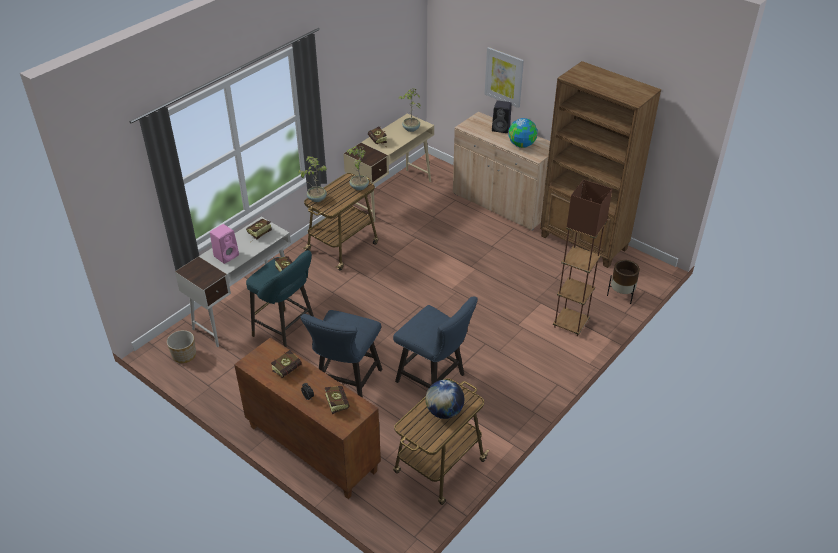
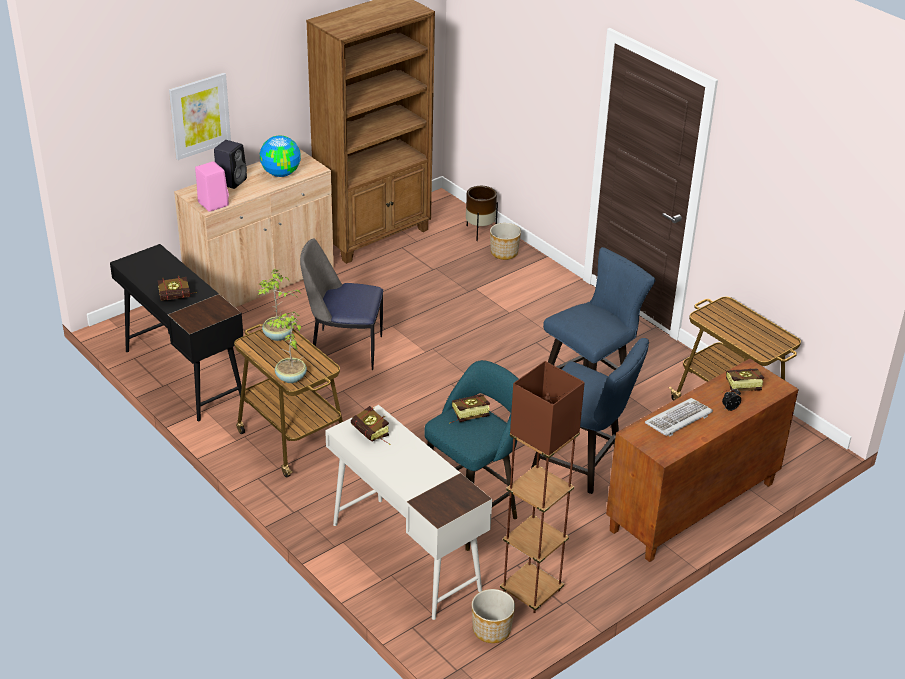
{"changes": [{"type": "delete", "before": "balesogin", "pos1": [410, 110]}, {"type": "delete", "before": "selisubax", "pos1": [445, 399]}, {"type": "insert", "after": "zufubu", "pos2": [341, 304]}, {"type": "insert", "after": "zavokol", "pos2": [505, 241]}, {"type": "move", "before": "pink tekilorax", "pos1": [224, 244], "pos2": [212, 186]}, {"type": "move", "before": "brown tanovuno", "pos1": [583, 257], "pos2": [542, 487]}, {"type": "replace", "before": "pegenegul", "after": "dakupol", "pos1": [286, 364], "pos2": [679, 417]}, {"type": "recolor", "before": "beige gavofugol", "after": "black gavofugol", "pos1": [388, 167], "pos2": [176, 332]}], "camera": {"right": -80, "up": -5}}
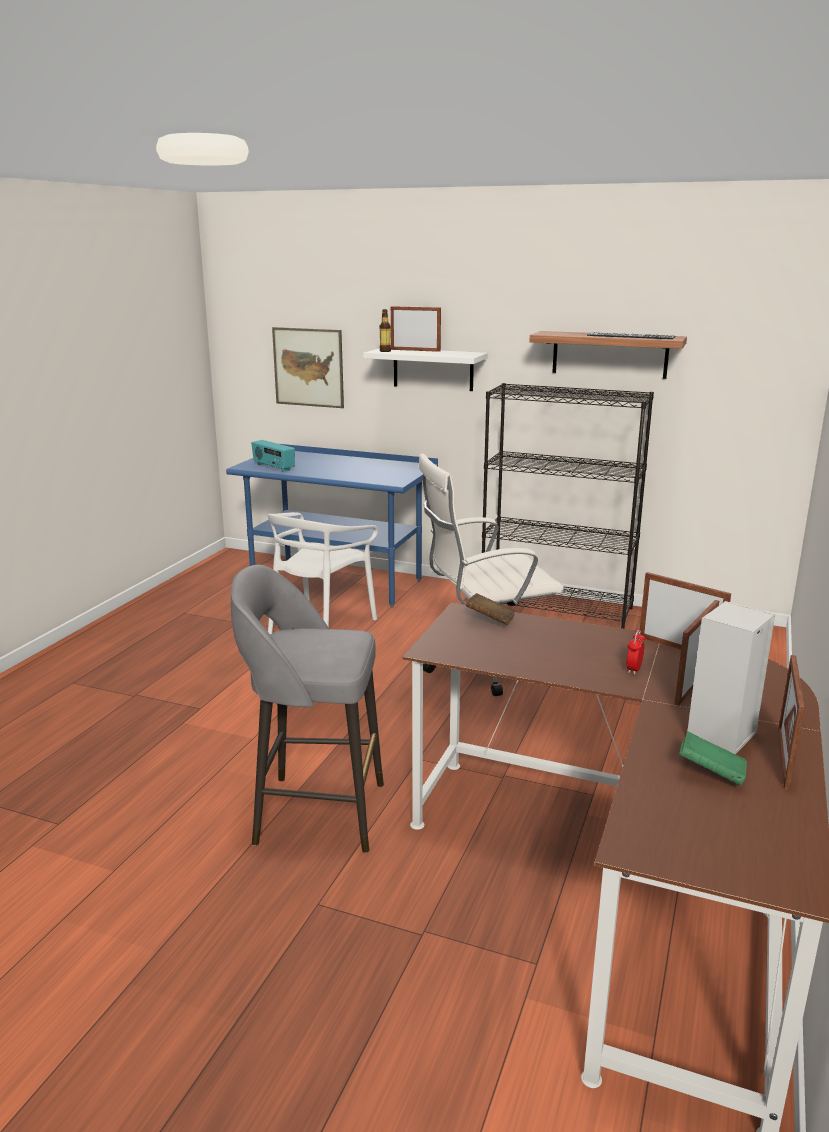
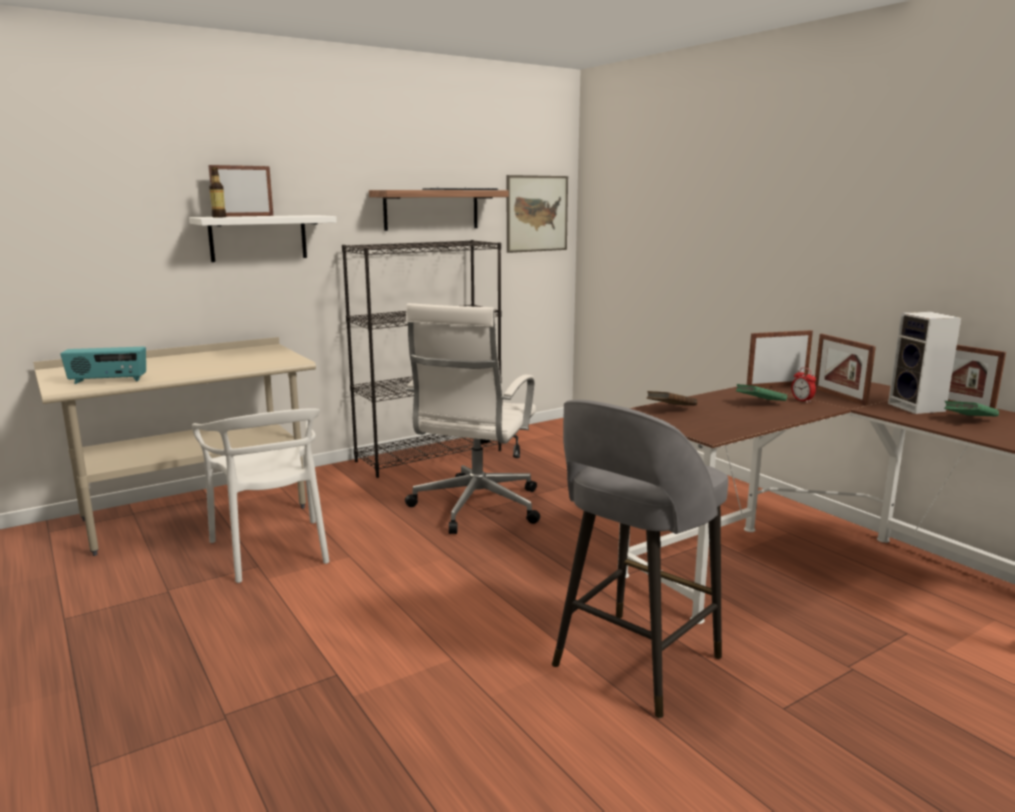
{"changes": [{"type": "insert", "after": "green pegenegul", "pos2": [761, 392]}, {"type": "move", "before": "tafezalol", "pos1": [308, 367], "pos2": [537, 214]}, {"type": "recolor", "before": "blue gavofugol", "after": "beige gavofugol", "pos1": [332, 526], "pos2": [174, 446]}], "camera": {"right": -55, "up": -5}}
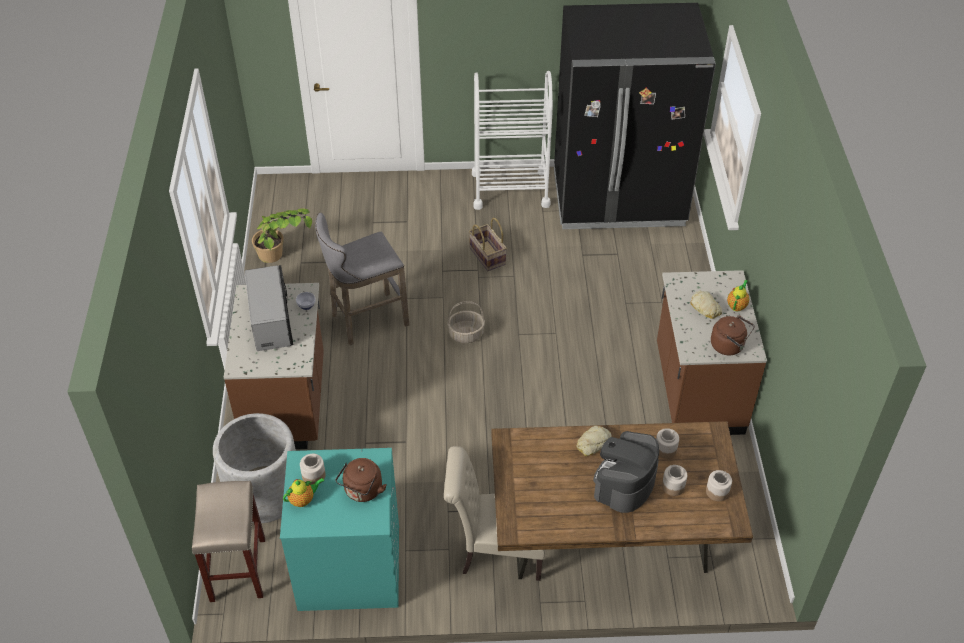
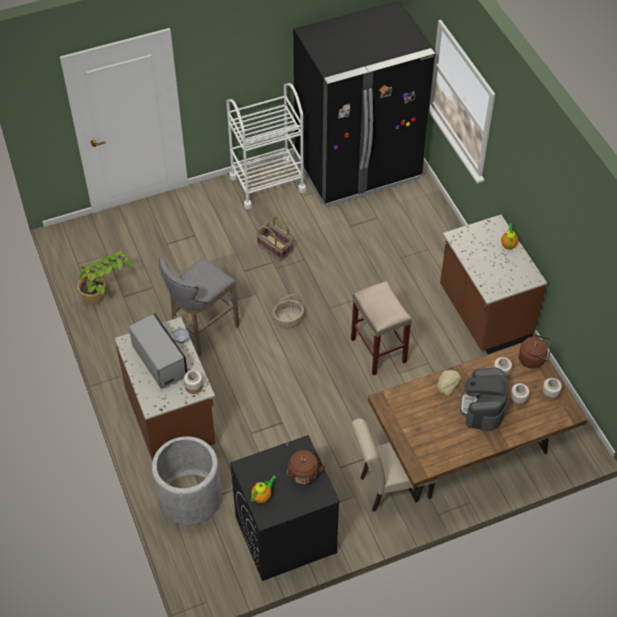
{"changes": [{"type": "delete", "before": "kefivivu", "pos1": [706, 305]}, {"type": "move", "before": "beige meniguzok", "pos1": [228, 541], "pos2": [381, 328]}, {"type": "move", "before": "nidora", "pos1": [313, 469], "pos2": [193, 382]}, {"type": "move", "before": "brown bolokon", "pos1": [733, 335], "pos2": [535, 351]}, {"type": "recolor", "before": "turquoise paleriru", "after": "black paleriru", "pos1": [339, 529], "pos2": [285, 508]}], "camera": {"right": -20, "up": 5}}
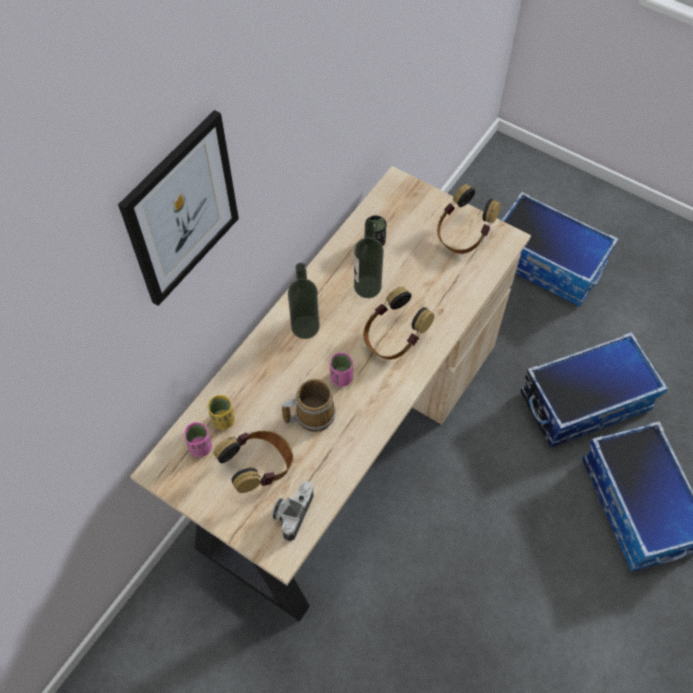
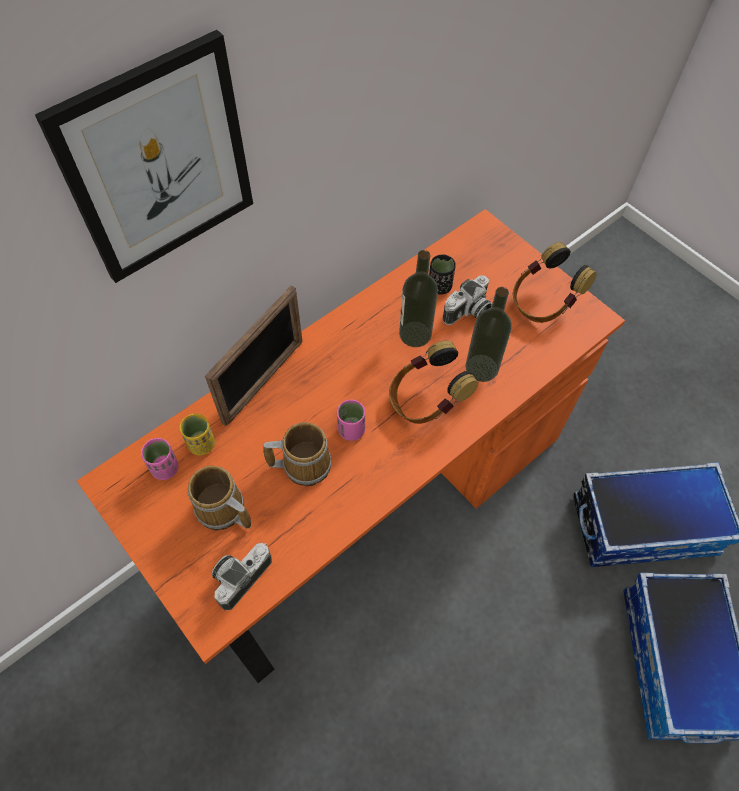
{"changes": [{"type": "delete", "before": "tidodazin", "pos1": [560, 249]}, {"type": "insert", "after": "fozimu", "pos2": [254, 355]}, {"type": "insert", "after": "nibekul", "pos2": [467, 300]}, {"type": "move", "before": "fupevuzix", "pos1": [304, 301], "pos2": [488, 334]}, {"type": "replace", "before": "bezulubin", "after": "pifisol", "pos1": [253, 462], "pos2": [220, 498]}, {"type": "recolor", "before": "beige gavofugol", "after": "orange gavofugol", "pos1": [330, 393], "pos2": [351, 446]}], "camera": {"right": 15, "up": 0}}
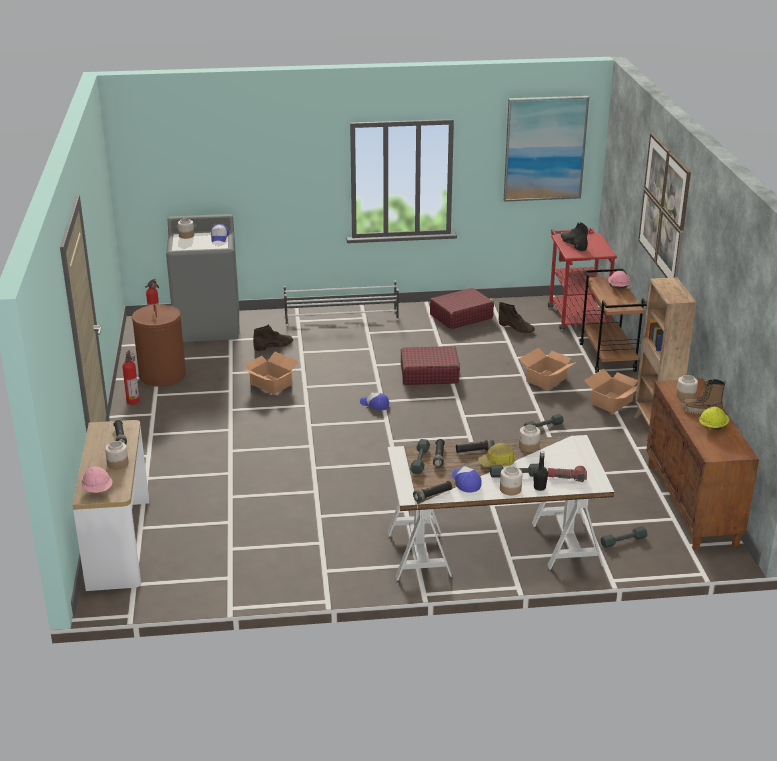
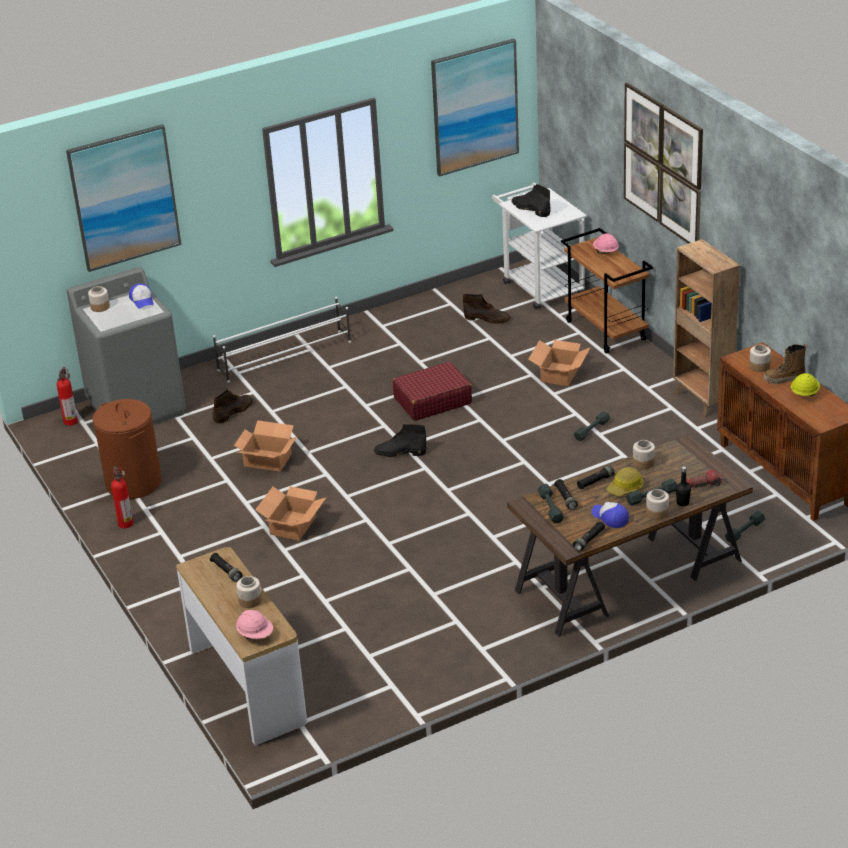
{"changes": [{"type": "delete", "before": "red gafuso", "pos1": [462, 308]}, {"type": "insert", "after": "tafezalol", "pos2": [124, 198]}, {"type": "move", "before": "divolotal", "pos1": [611, 391], "pos2": [291, 513]}, {"type": "replace", "before": "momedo", "after": "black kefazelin", "pos1": [374, 401], "pos2": [400, 440]}, {"type": "recolor", "before": "white gavofugol", "after": "brown gavofugol", "pos1": [501, 508], "pos2": [630, 535]}, {"type": "recolor", "before": "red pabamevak", "after": "white pabamevak", "pos1": [582, 279], "pos2": [539, 246]}], "camera": {"right": -20, "up": 5}}
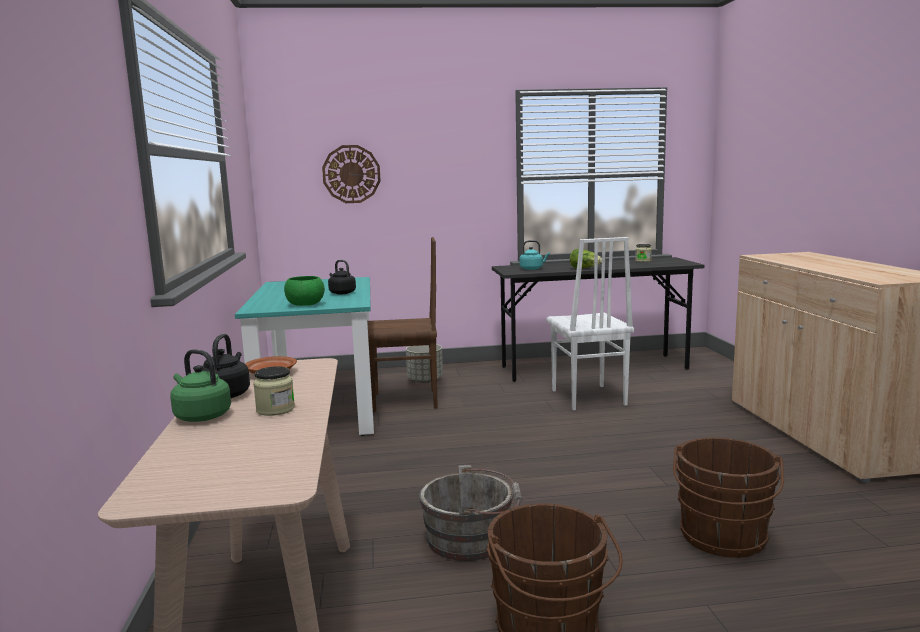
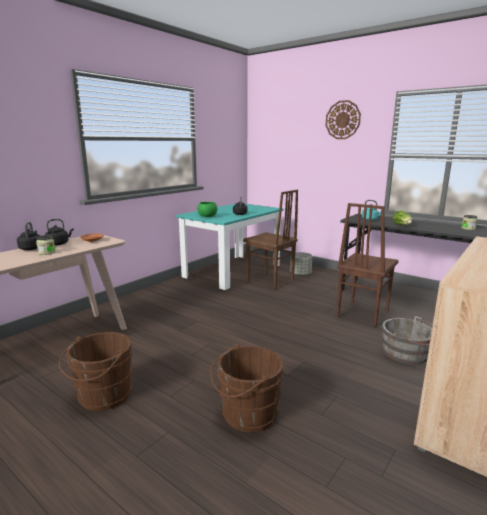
{"changes": [{"type": "move", "before": "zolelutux", "pos1": [351, 174], "pos2": [343, 119]}, {"type": "move", "before": "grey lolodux", "pos1": [470, 513], "pos2": [407, 340]}, {"type": "recolor", "before": "green bolokon", "after": "black bolokon", "pos1": [200, 385], "pos2": [28, 236]}, {"type": "recolor", "before": "white zufubu", "after": "brown zufubu", "pos1": [590, 324], "pos2": [367, 265]}], "camera": {"right": 45, "up": 5}}
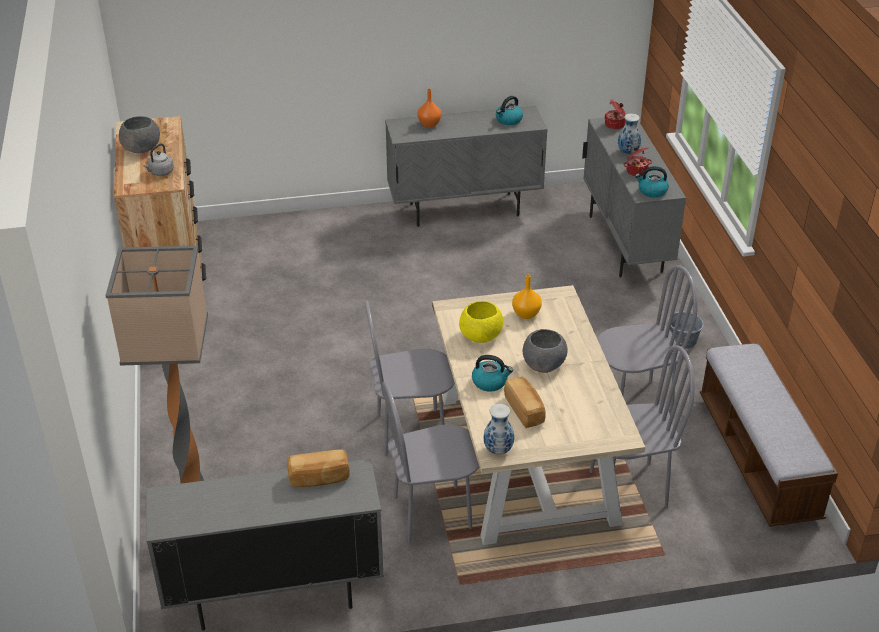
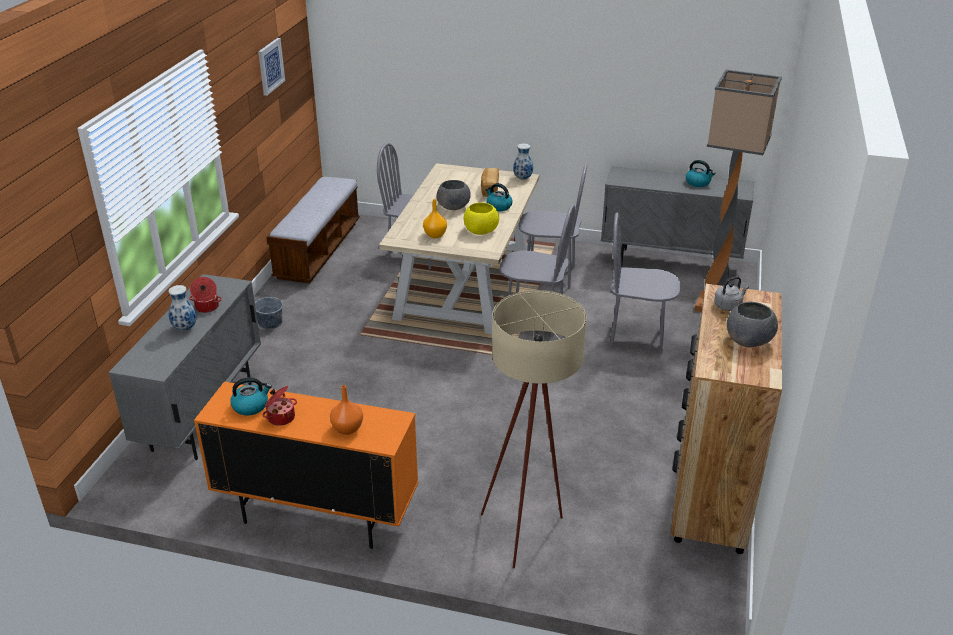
{"changes": [{"type": "delete", "before": "kefivivu", "pos1": [318, 468]}, {"type": "insert", "after": "tafezalol", "pos2": [271, 67]}, {"type": "insert", "after": "beige tanovuno", "pos2": [533, 429]}, {"type": "move", "before": "grey zufubu", "pos1": [647, 340], "pos2": [645, 283]}, {"type": "move", "before": "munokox", "pos1": [615, 114], "pos2": [280, 406]}, {"type": "move", "before": "bolokon", "pos1": [652, 182], "pos2": [700, 173]}, {"type": "recolor", "before": "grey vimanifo", "after": "orange vimanifo", "pos1": [466, 166], "pos2": [306, 465]}], "camera": {"right": -155, "up": -5}}
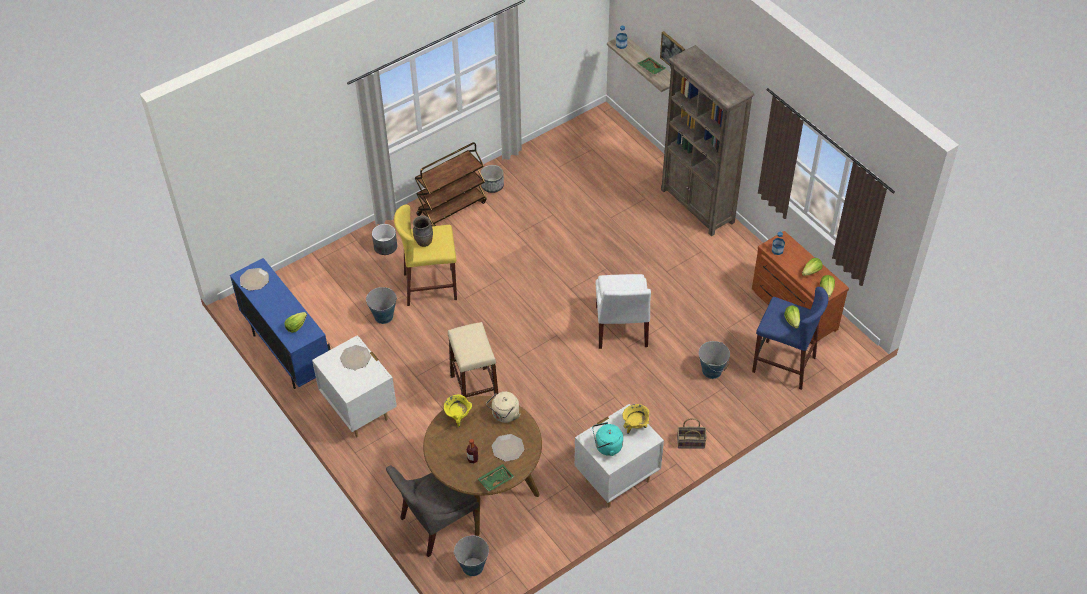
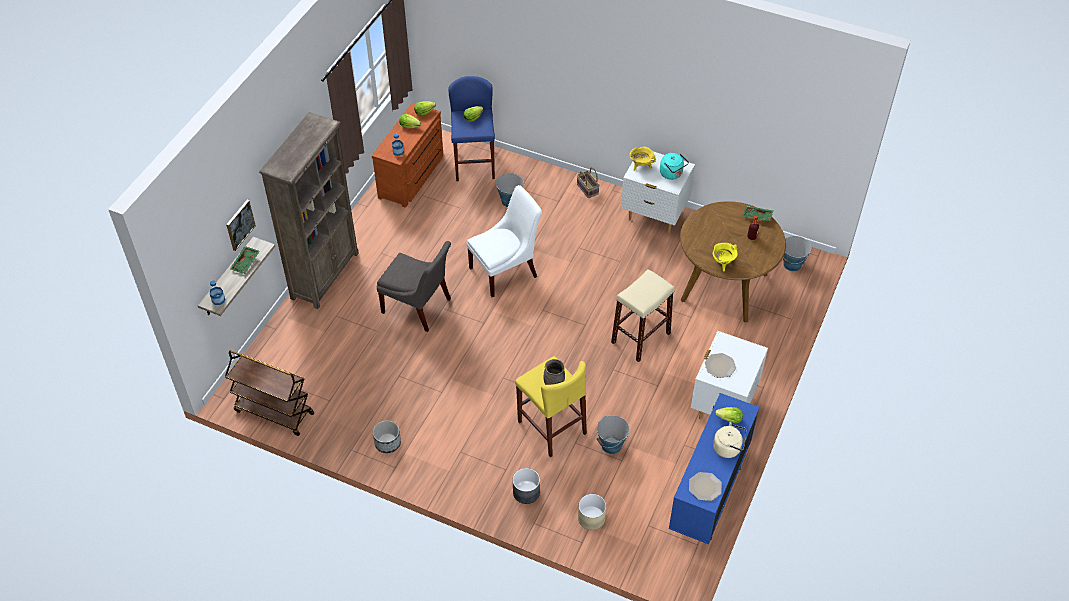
{"changes": [{"type": "delete", "before": "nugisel", "pos1": [508, 448]}, {"type": "insert", "after": "beige zavokol", "pos2": [592, 512]}, {"type": "move", "before": "grey zufubu", "pos1": [432, 511], "pos2": [414, 286]}, {"type": "move", "before": "brown pabamevak", "pos1": [451, 184], "pos2": [269, 393]}, {"type": "move", "before": "beige bolokon", "pos1": [503, 407], "pos2": [729, 440]}], "camera": {"right": -120, "up": 0}}
